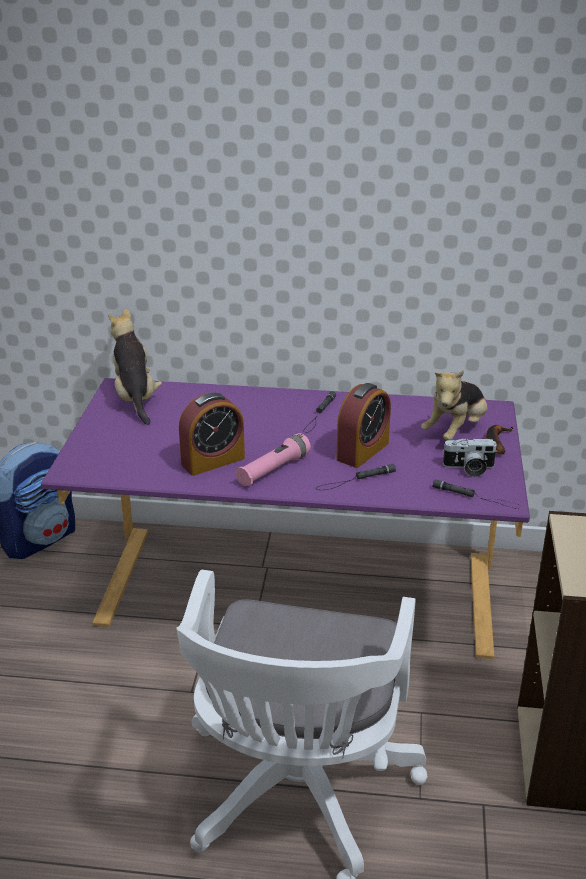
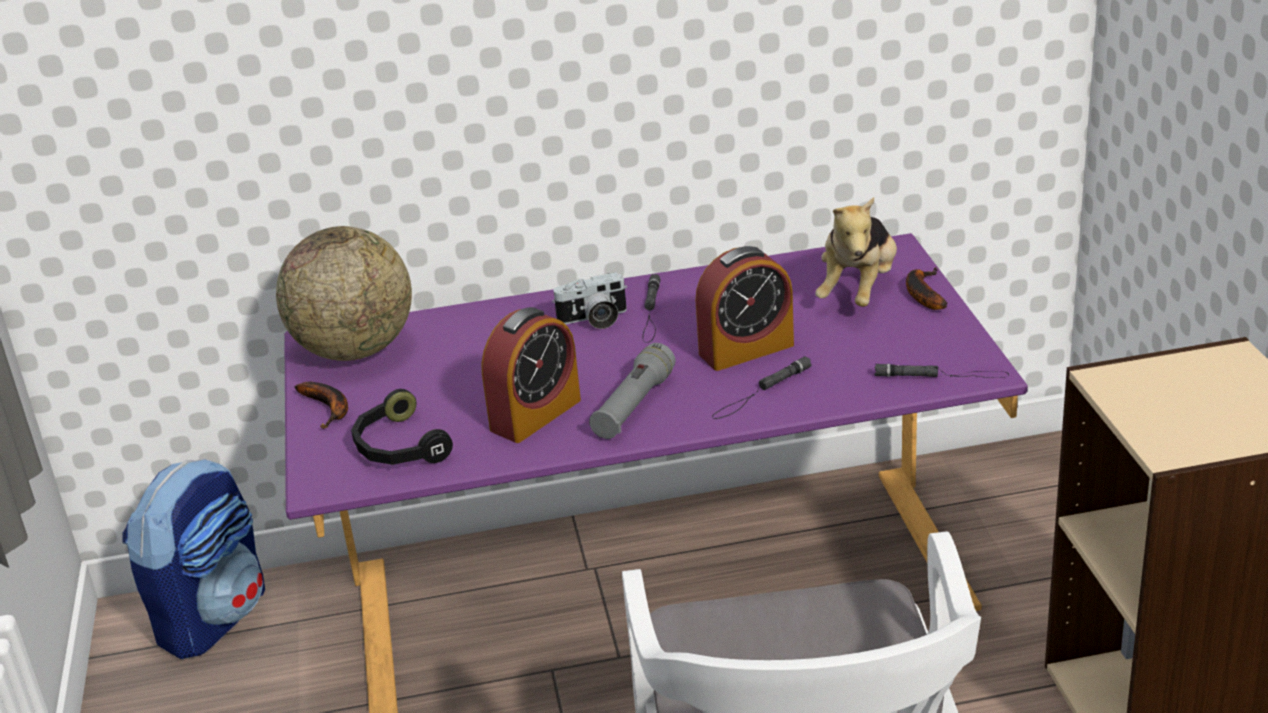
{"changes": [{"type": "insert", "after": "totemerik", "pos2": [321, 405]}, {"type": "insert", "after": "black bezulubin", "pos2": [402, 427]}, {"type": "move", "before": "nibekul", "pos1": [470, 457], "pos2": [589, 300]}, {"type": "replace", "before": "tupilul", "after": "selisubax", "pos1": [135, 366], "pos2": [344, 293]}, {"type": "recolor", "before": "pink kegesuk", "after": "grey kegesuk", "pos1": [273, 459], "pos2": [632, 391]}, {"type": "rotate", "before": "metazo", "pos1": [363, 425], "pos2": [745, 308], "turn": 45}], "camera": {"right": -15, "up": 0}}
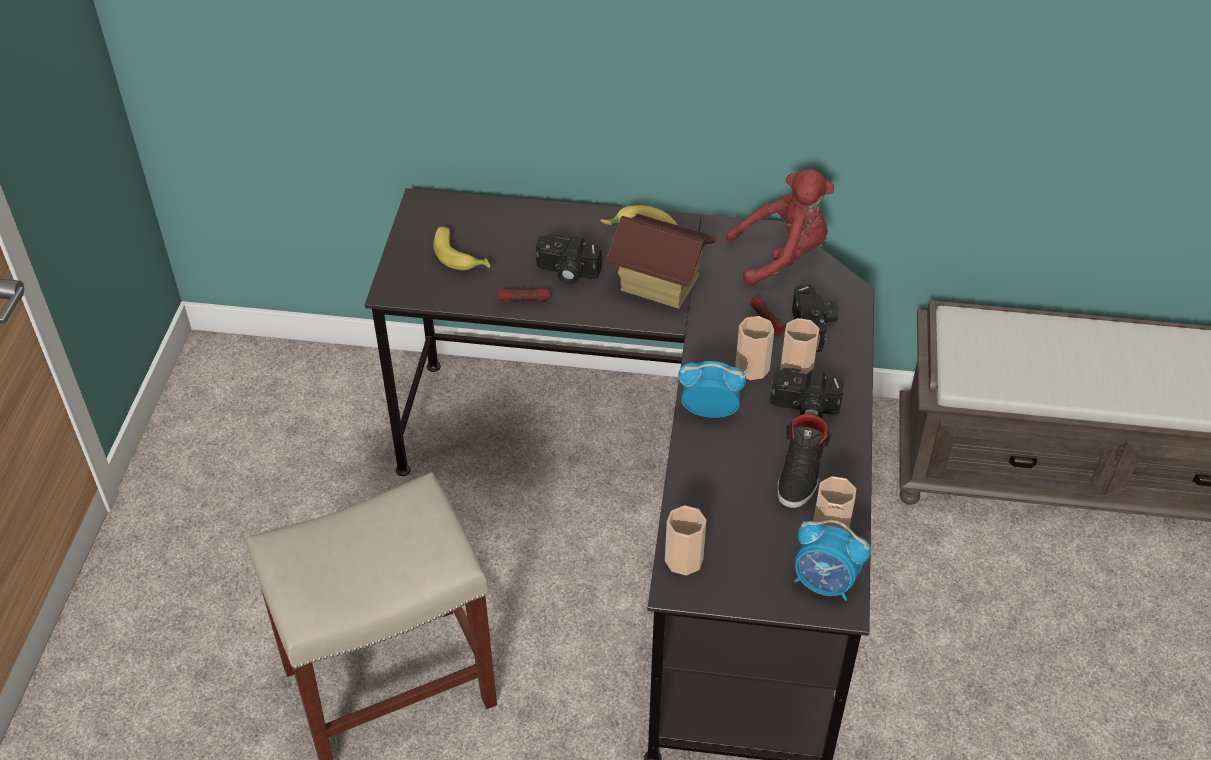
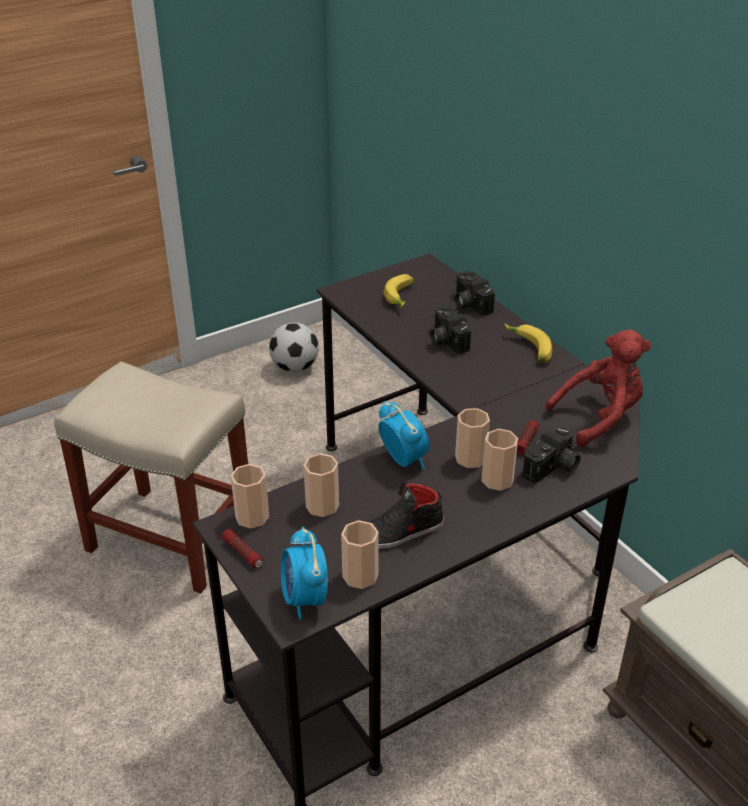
{"changes": [{"type": "delete", "before": "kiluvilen", "pos1": [660, 261]}, {"type": "insert", "after": "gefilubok", "pos2": [294, 347]}, {"type": "insert", "after": "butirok", "pos2": [321, 485]}, {"type": "move", "before": "kegesuk", "pos1": [523, 295], "pos2": [242, 548]}, {"type": "move", "before": "nibekul", "pos1": [807, 393], "pos2": [475, 293]}, {"type": "rotate", "before": "red tupilul", "pos1": [780, 228], "pos2": [598, 388], "turn": -60}], "camera": {"right": 50, "up": -10}}
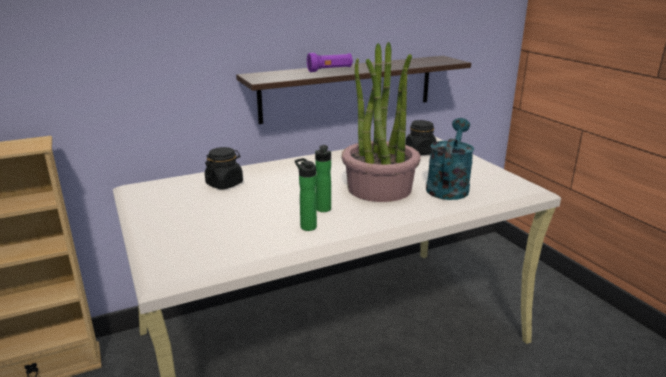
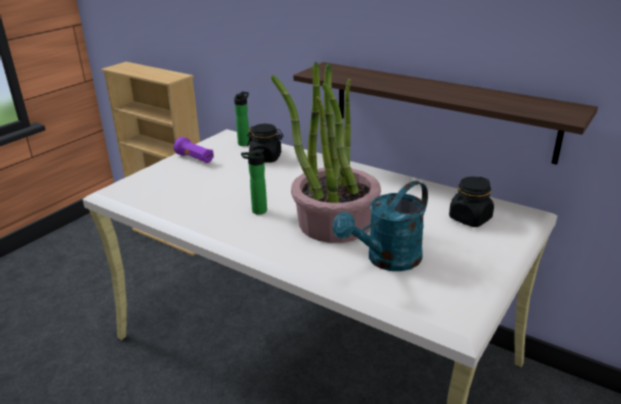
{"changes": [{"type": "move", "before": "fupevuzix", "pos1": [306, 194], "pos2": [241, 119]}, {"type": "move", "before": "purple kegesuk", "pos1": [330, 62], "pos2": [194, 150]}, {"type": "rotate", "before": "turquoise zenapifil", "pos1": [450, 159], "pos2": [380, 226], "turn": 150}], "camera": {"right": 60, "up": 5}}
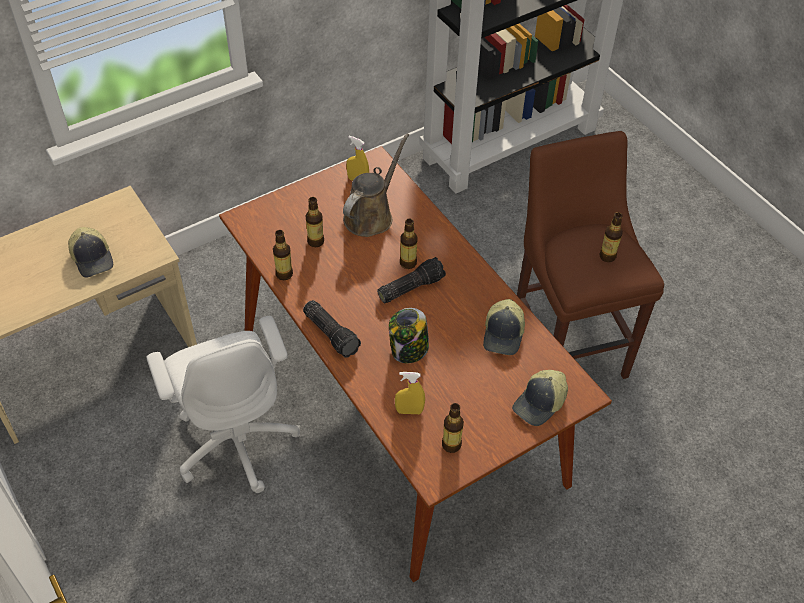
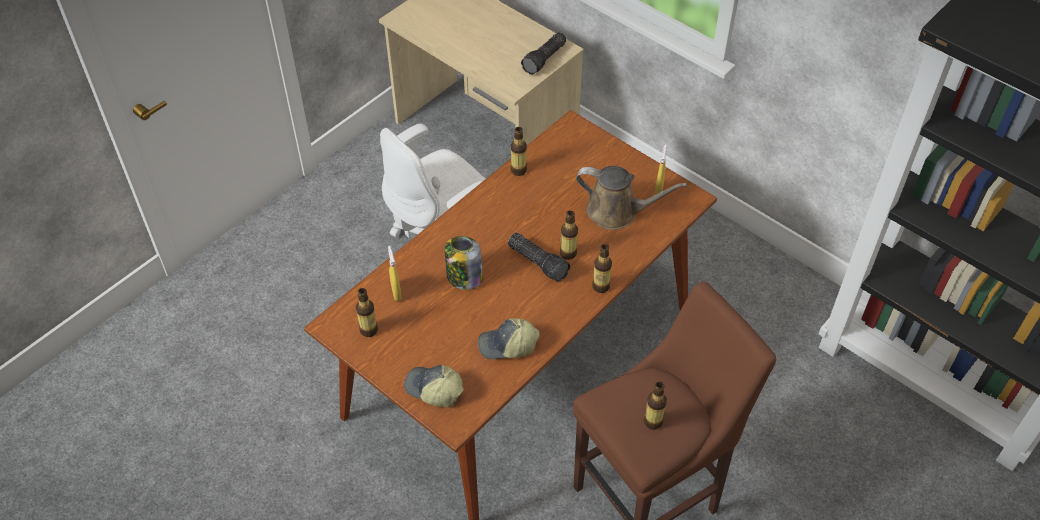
{"changes": [{"type": "delete", "before": "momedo", "pos1": [90, 252]}, {"type": "move", "before": "kegesuk", "pos1": [332, 329], "pos2": [543, 53]}, {"type": "move", "before": "fupevuzix", "pos1": [314, 222], "pos2": [602, 268]}], "camera": {"right": 75, "up": 0}}
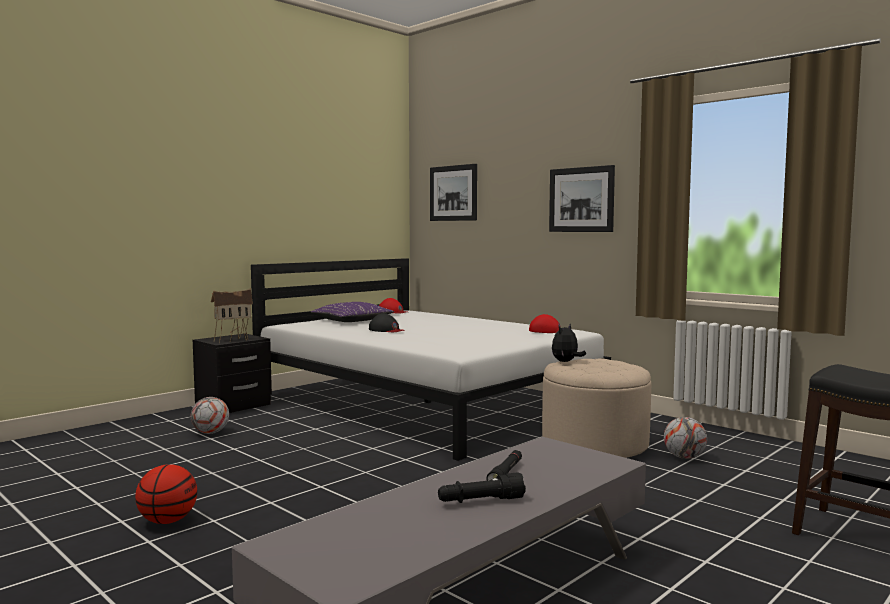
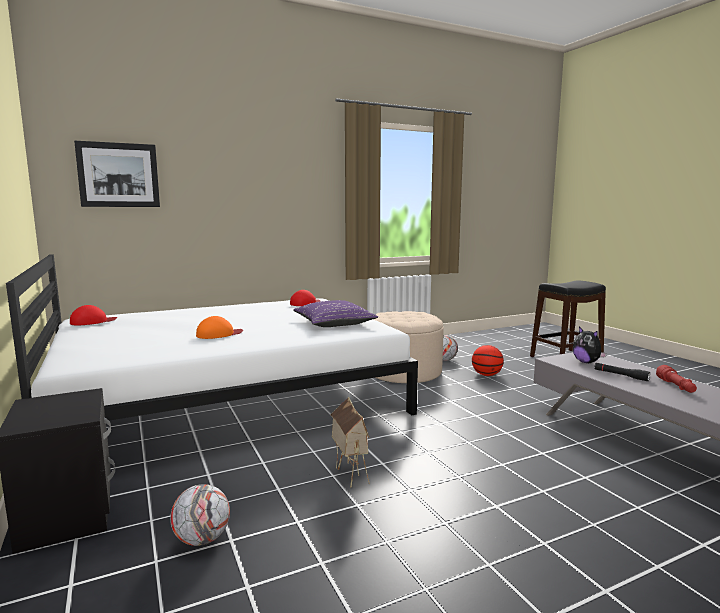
{"changes": [{"type": "delete", "before": "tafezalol", "pos1": [582, 198]}, {"type": "move", "before": "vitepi", "pos1": [166, 494], "pos2": [488, 360]}, {"type": "move", "before": "kiluvilen", "pos1": [232, 315], "pos2": [350, 442]}, {"type": "move", "before": "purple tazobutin", "pos1": [352, 312], "pos2": [335, 313]}, {"type": "move", "before": "tupilul", "pos1": [569, 343], "pos2": [590, 345]}, {"type": "recolor", "before": "black momedo", "after": "orange momedo", "pos1": [387, 322], "pos2": [219, 327]}, {"type": "recolor", "before": "black kegesuk", "after": "red kegesuk", "pos1": [482, 487], "pos2": [676, 379]}], "camera": {"right": -70, "up": 5}}
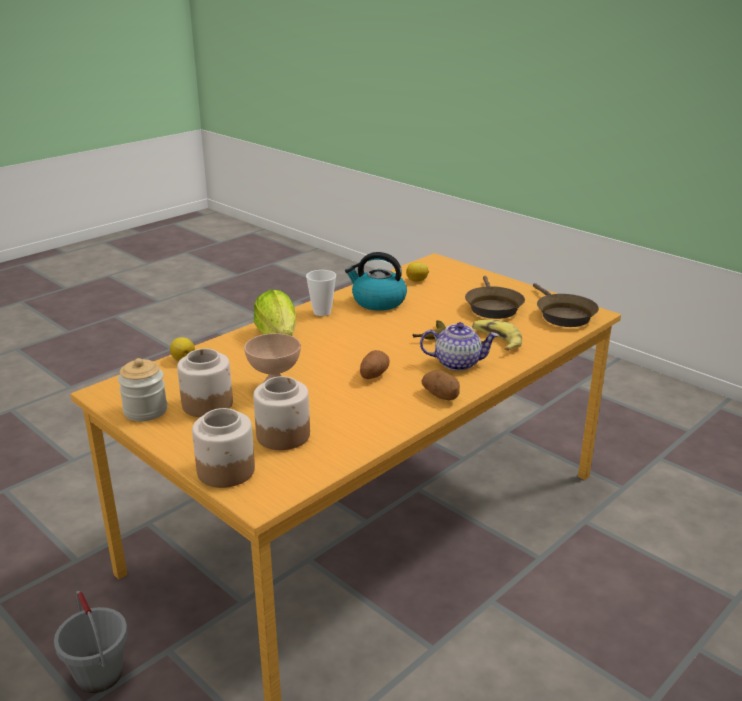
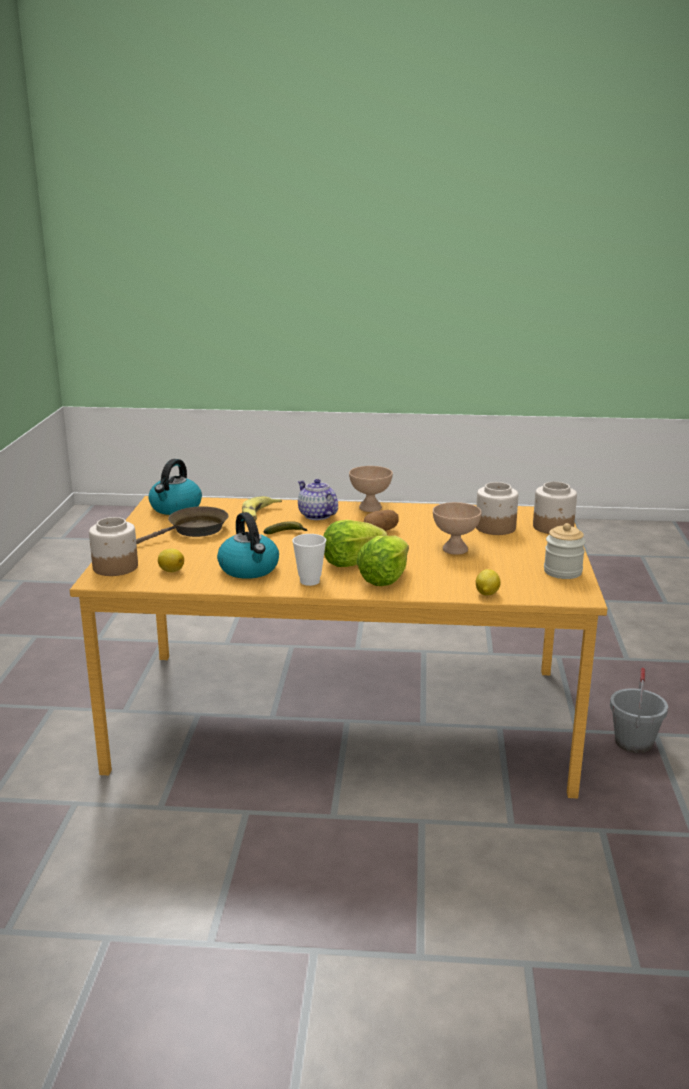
{"changes": [{"type": "insert", "after": "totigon", "pos2": [356, 543]}, {"type": "move", "before": "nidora", "pos1": [205, 383], "pos2": [113, 546]}, {"type": "replace", "before": "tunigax", "after": "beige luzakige", "pos1": [440, 385], "pos2": [371, 489]}, {"type": "replace", "before": "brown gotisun", "after": "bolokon", "pos1": [566, 305], "pos2": [175, 487]}], "camera": {"right": -130, "up": -5}}
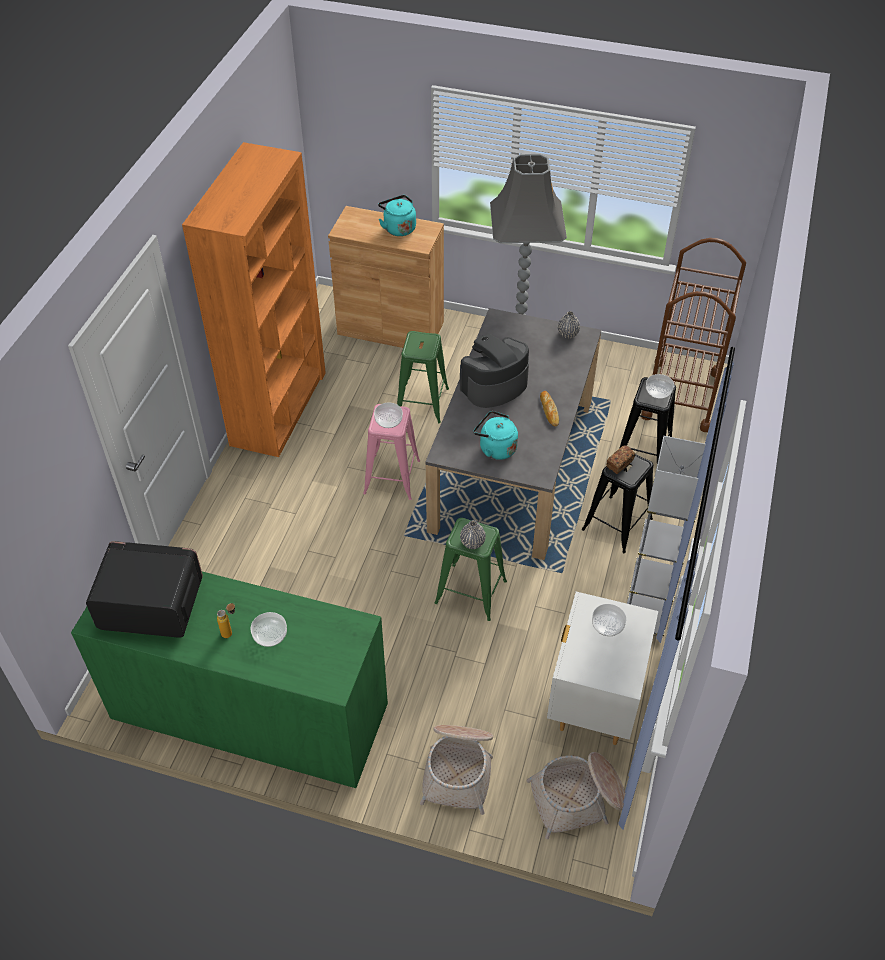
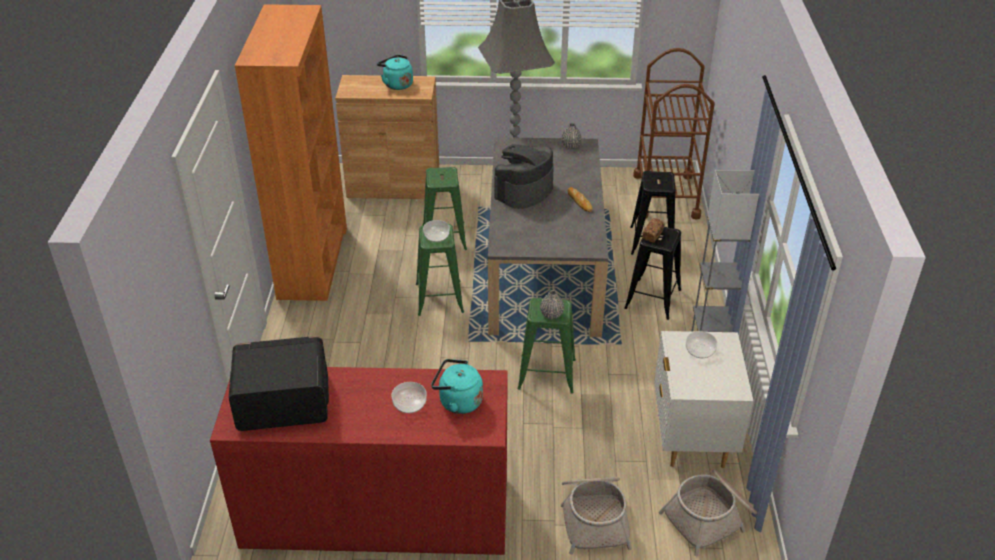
{"changes": [{"type": "delete", "before": "fupevuzix", "pos1": [226, 620]}, {"type": "delete", "before": "luzakige", "pos1": [660, 386]}, {"type": "move", "before": "turquoise bolokon", "pos1": [495, 435], "pos2": [457, 386]}, {"type": "recolor", "before": "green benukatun", "after": "red benukatun", "pos1": [229, 680], "pos2": [359, 461]}, {"type": "recolor", "before": "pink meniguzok", "after": "green meniguzok", "pos1": [391, 452], "pos2": [440, 270]}], "camera": {"right": -15, "up": -10}}
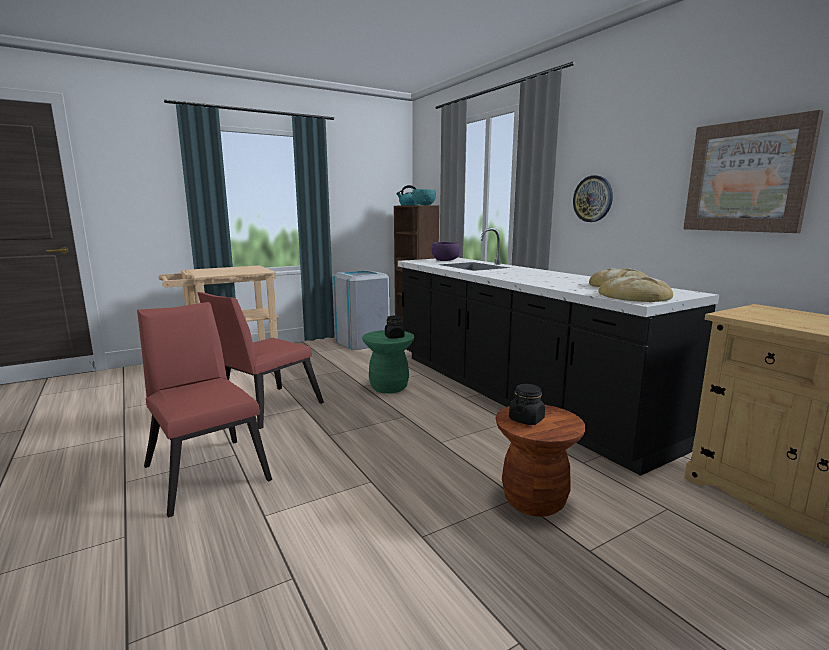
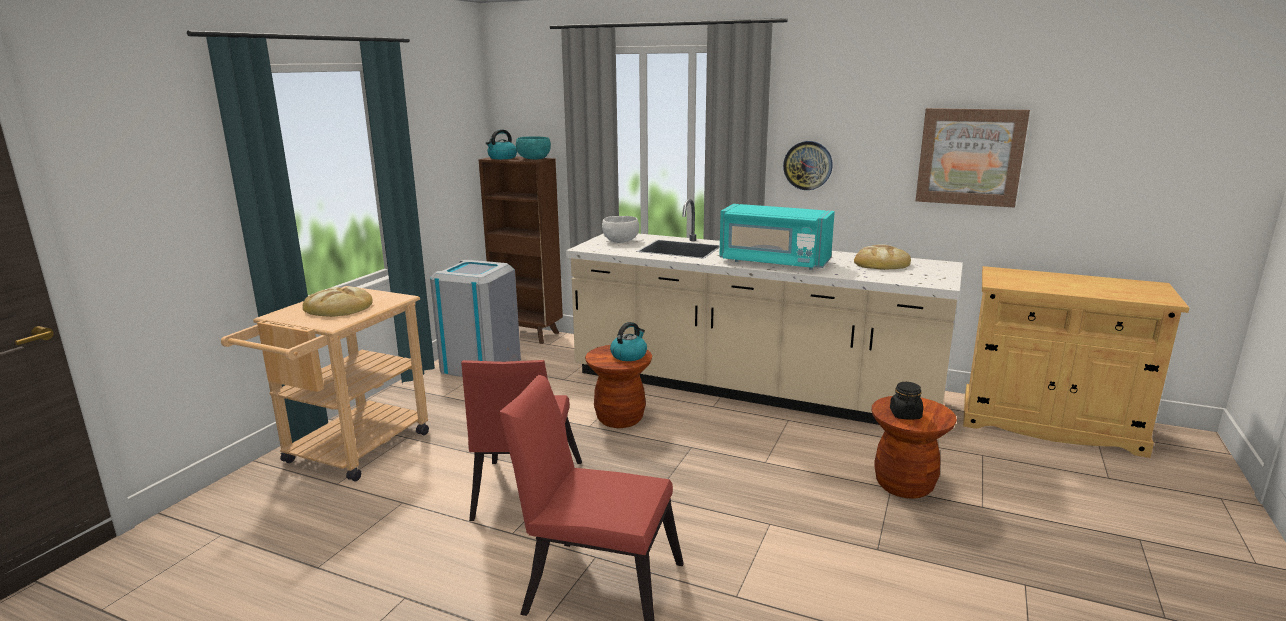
{"changes": [{"type": "insert", "after": "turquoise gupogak", "pos2": [777, 237]}, {"type": "move", "before": "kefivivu", "pos1": [635, 289], "pos2": [337, 302]}, {"type": "replace", "before": "black nidora", "after": "bolokon", "pos1": [395, 327], "pos2": [628, 341]}, {"type": "recolor", "before": "green meniguzok", "after": "brown meniguzok", "pos1": [388, 361], "pos2": [618, 386]}, {"type": "recolor", "before": "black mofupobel", "after": "beige mofupobel", "pos1": [558, 352], "pos2": [764, 312]}, {"type": "recolor", "before": "purple luzakige", "after": "white luzakige", "pos1": [446, 251], "pos2": [620, 229]}], "camera": {"right": -35, "up": 5}}
